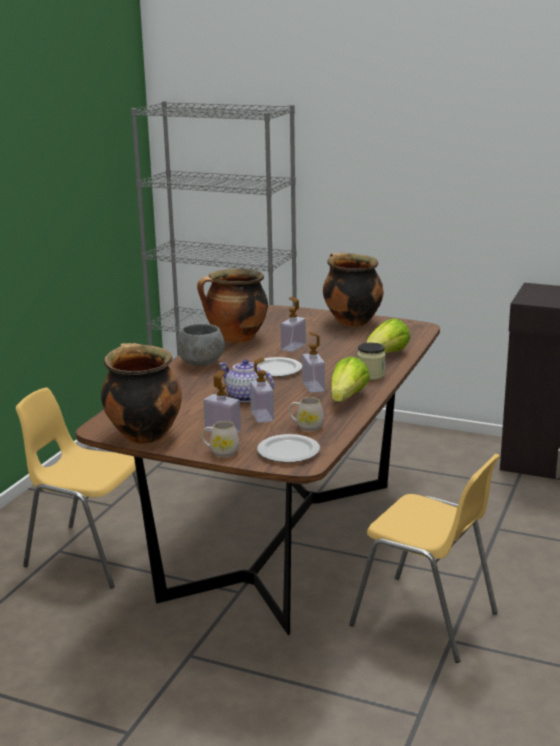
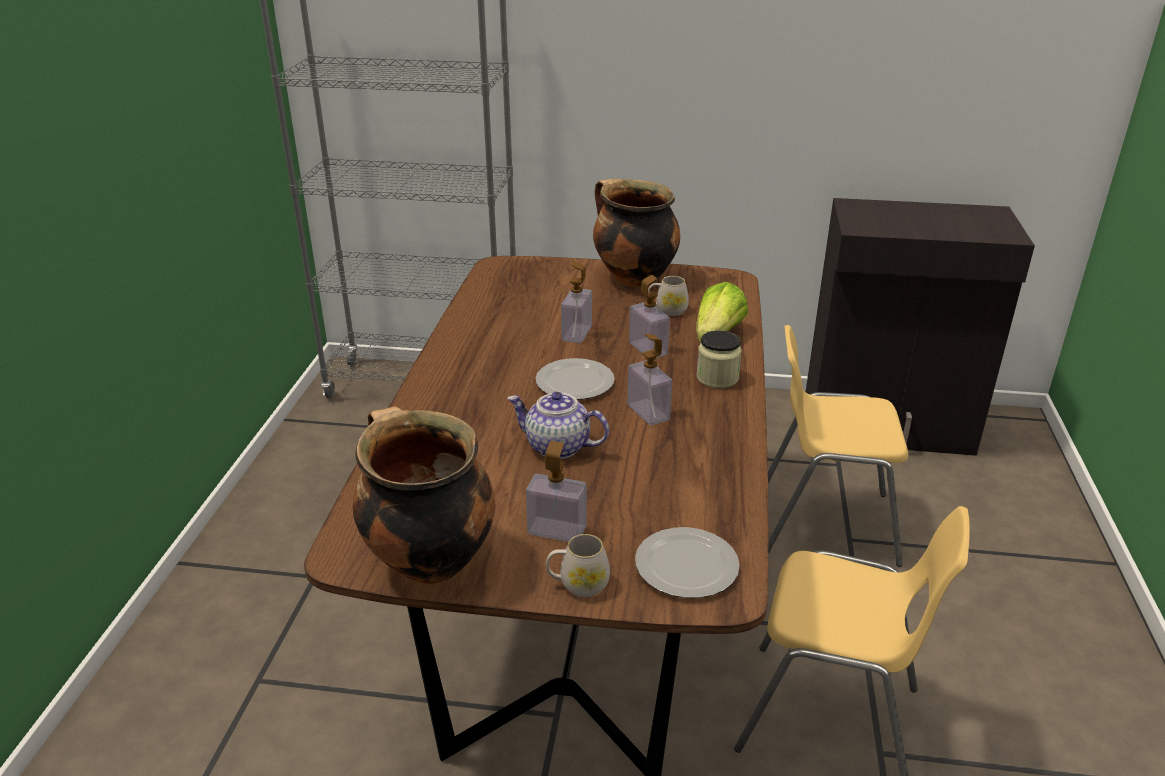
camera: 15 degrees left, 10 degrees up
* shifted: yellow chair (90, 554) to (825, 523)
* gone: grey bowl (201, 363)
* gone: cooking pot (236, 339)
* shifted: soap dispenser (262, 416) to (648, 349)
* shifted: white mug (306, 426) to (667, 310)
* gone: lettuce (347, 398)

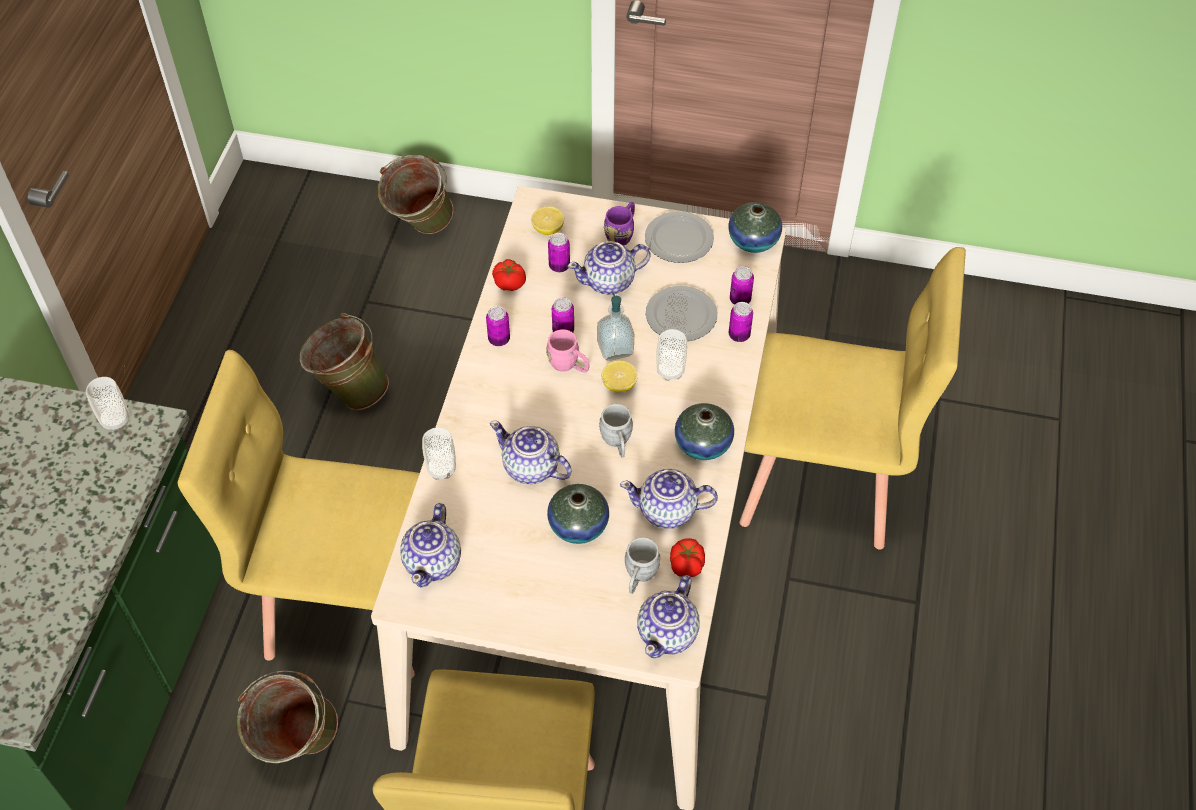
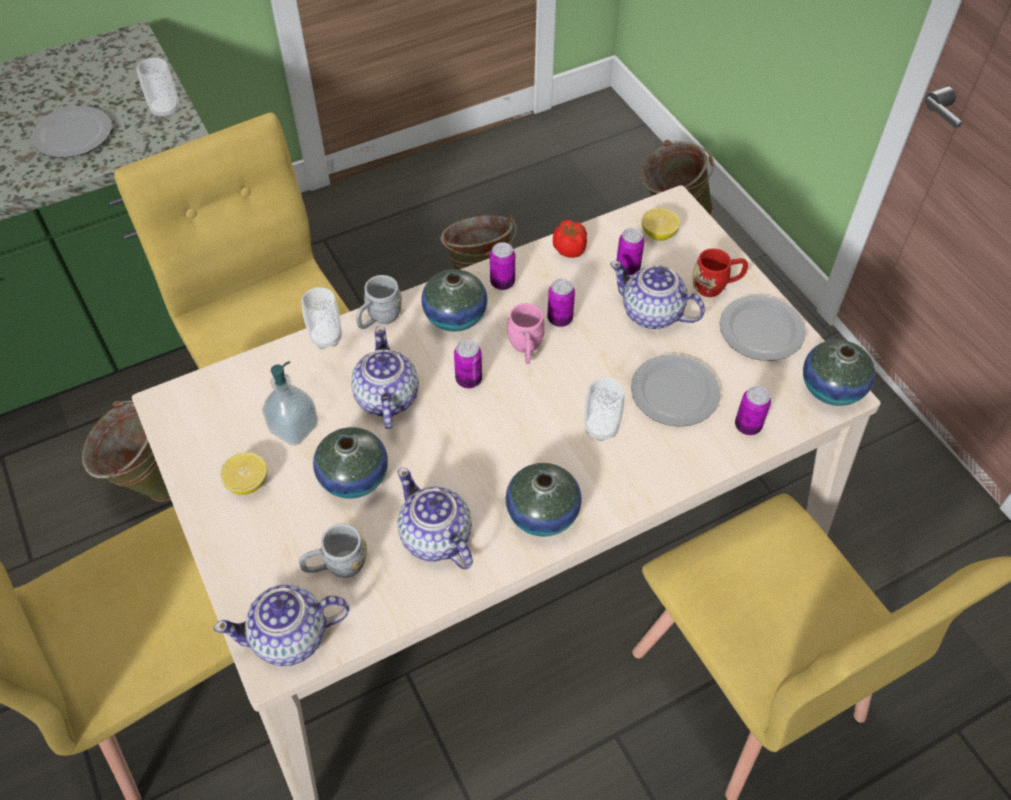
camera: 50 degrees right, 0 degrees up
* gone: teapot (433, 561)
* shifted: soap dispenser (615, 348) to (294, 427)
* shifted: grey mug (617, 443) to (379, 319)
* shifted: lemon (619, 385) to (248, 483)
* repainted: purple mug (622, 233) to red mug (716, 286)
* gone: tomato (686, 566)
* shifted: can (739, 335) to (468, 380)
* new: plate (72, 135)
* new: vase (455, 316)

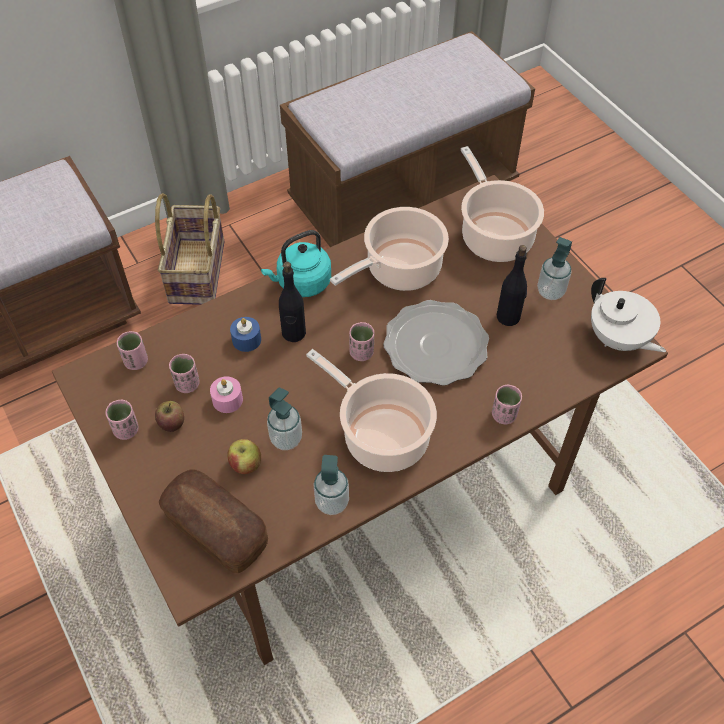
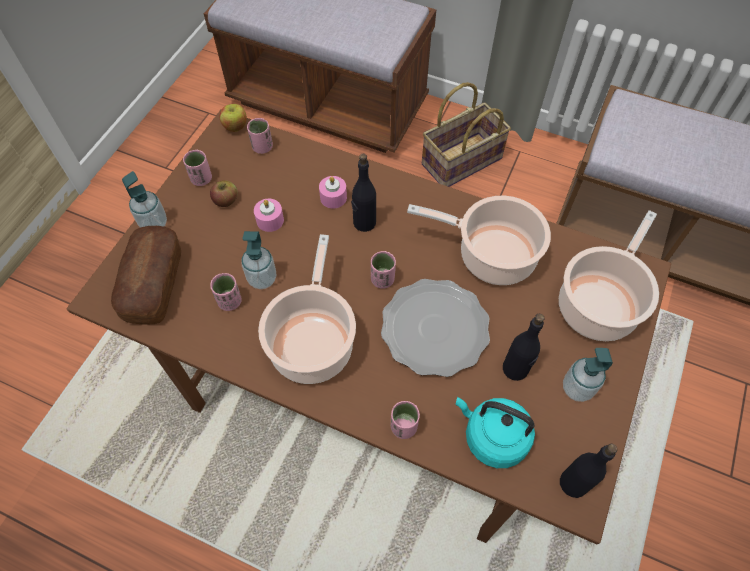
camera: 55 degrees right, 5 degrees up
* shifted: pink cup (187, 384) to (230, 301)
* shifted: apple (245, 465) to (235, 126)
* repainted: blue candle (246, 340) to pink candle (333, 197)
* shifted: turquoise kettle (301, 283) to (492, 437)
* shifted: soap dispenser (332, 502) to (154, 224)
* swapped: white teapot (618, 339) to black bottle (573, 482)

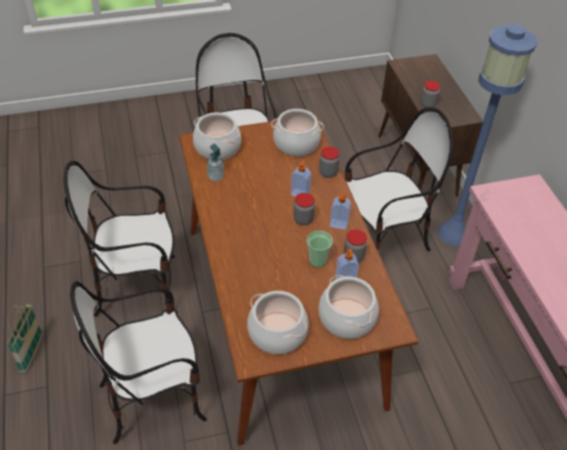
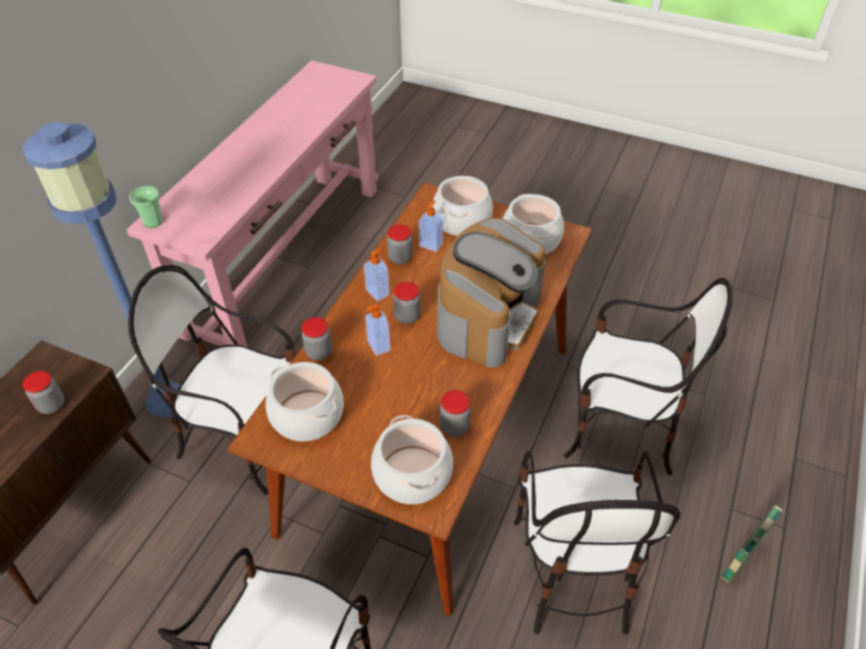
camera: 140 degrees left, 0 degrees up
* rotated: chair (138, 287) = (571, 571) 60 degrees clockwise
* swapped: soap dispenser (215, 177) to jar (454, 427)
* shifted: cup (317, 260) to (153, 221)
* new: coffee machine (487, 317)

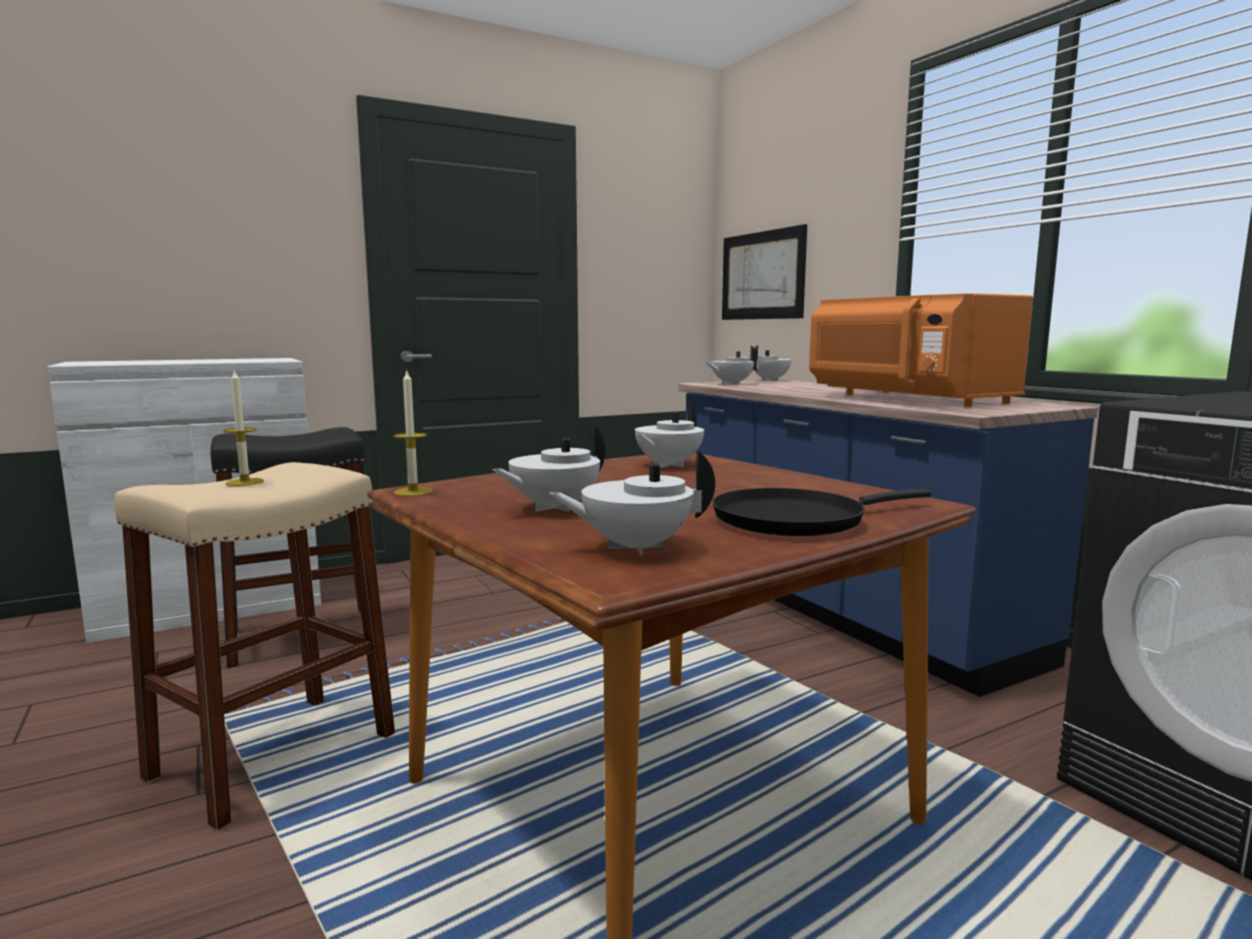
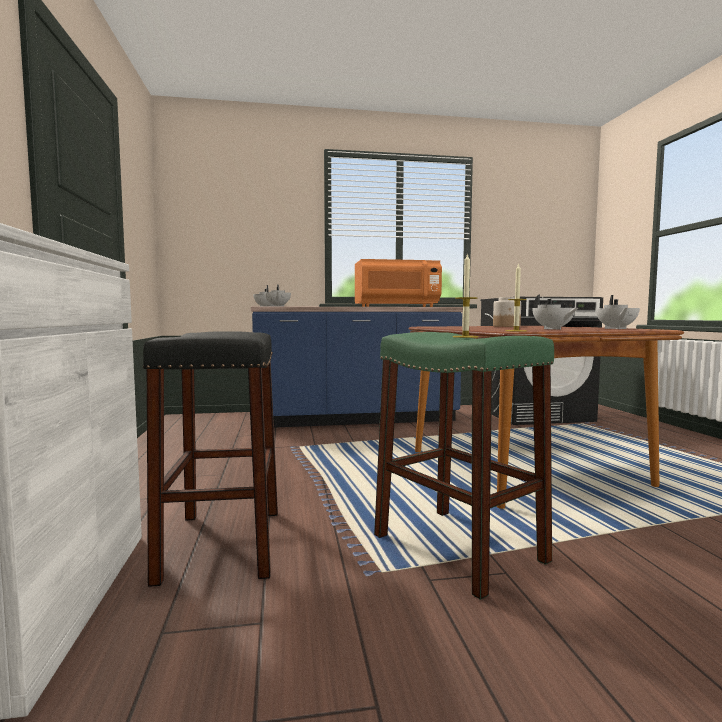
camera: 70 degrees left, 5 degrees down
* repainted: beige stool (273, 755) to green stool (458, 548)
* gone: white teapot (667, 465)
* gone: picture (762, 275)
* new: jar (506, 326)

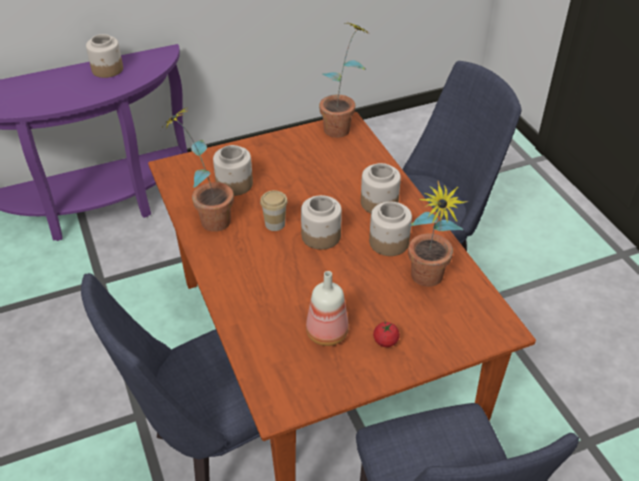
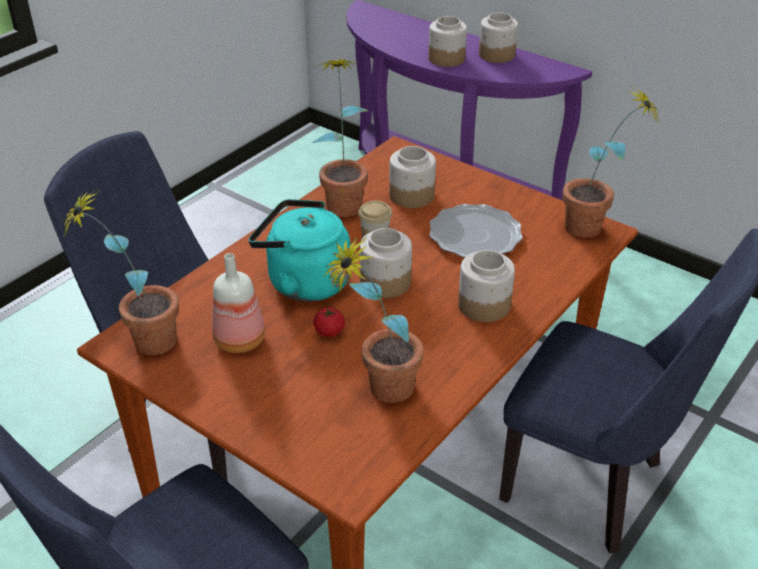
camera: 60 degrees right, 5 degrees down
* shifted: jar (388, 242) to (446, 58)
* shifted: tomato (385, 341) to (329, 331)
* new: potted plant (141, 342)
* new: turquoise kettle (304, 282)
* new: plate (475, 235)

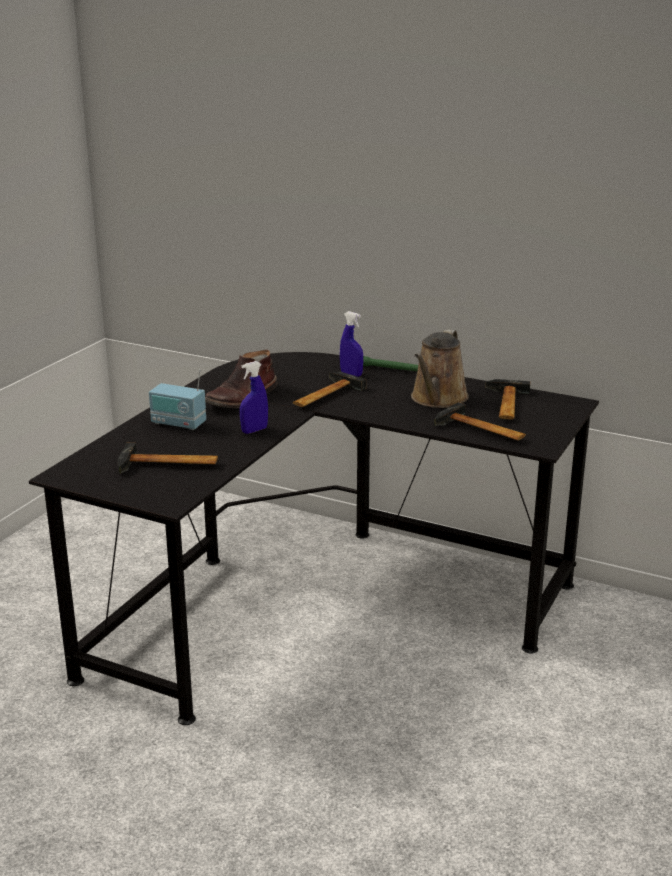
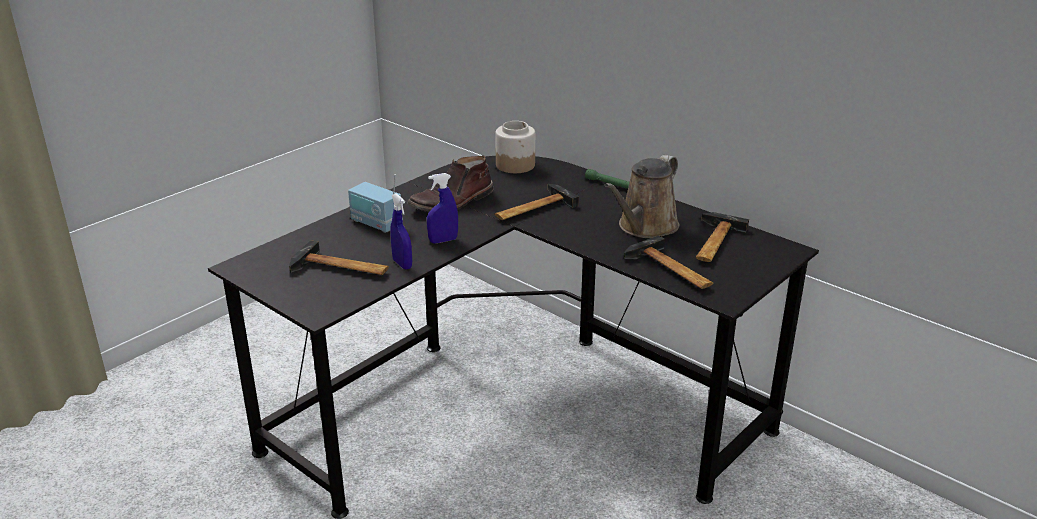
camera: 15 degrees right, 5 degrees up
* shifted: blue spray bottle (351, 374) to (402, 264)
* new: jar (515, 165)

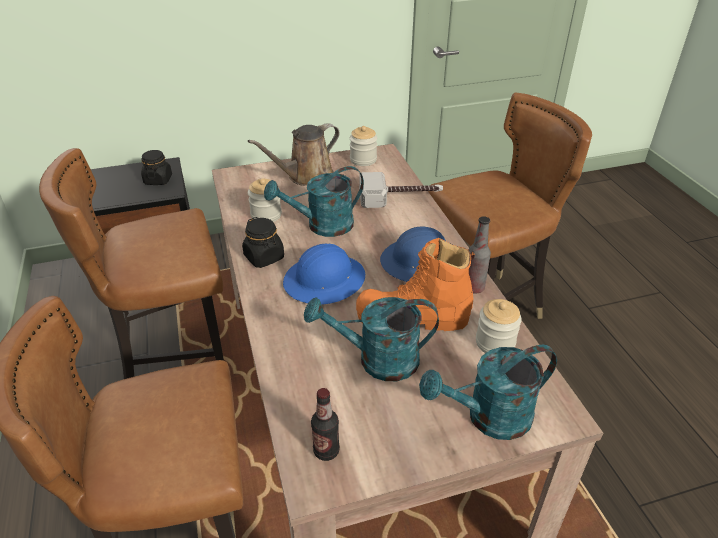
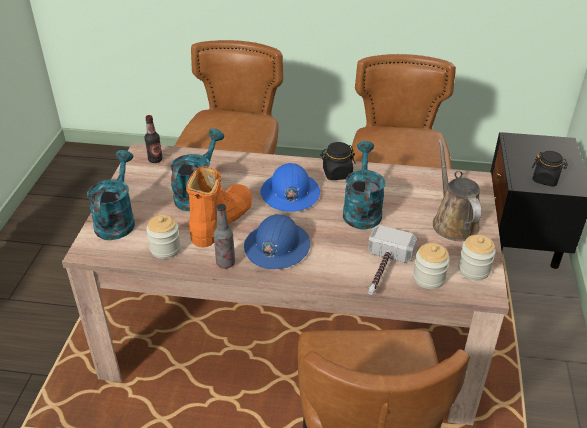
camera: 115 degrees right, 0 degrees up
* shifted: jar (266, 215) to (429, 278)

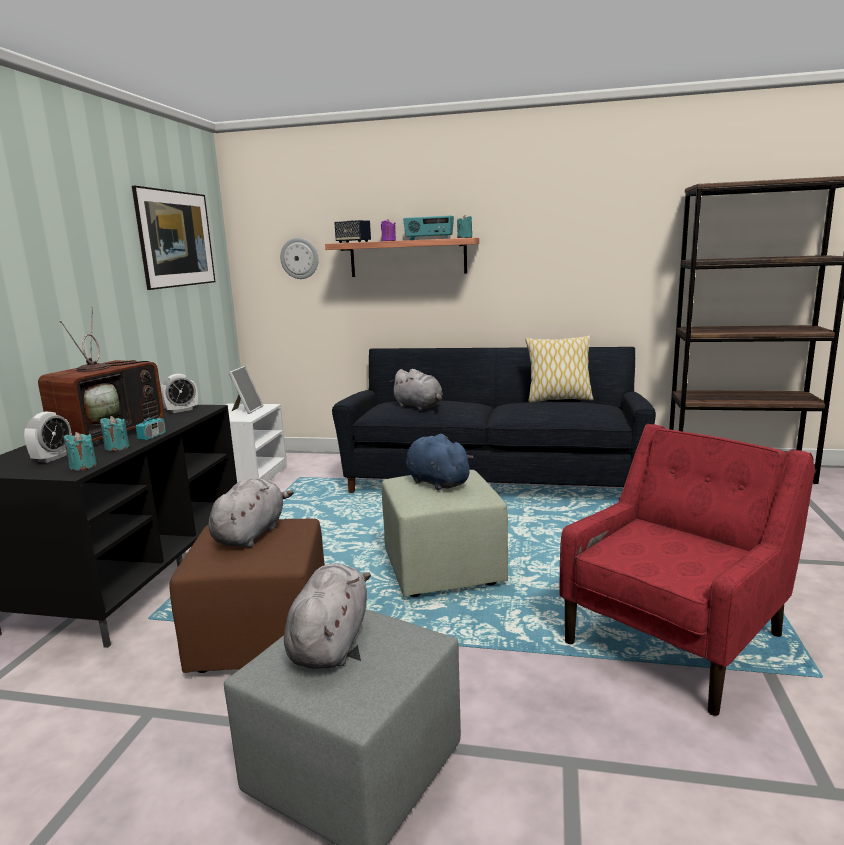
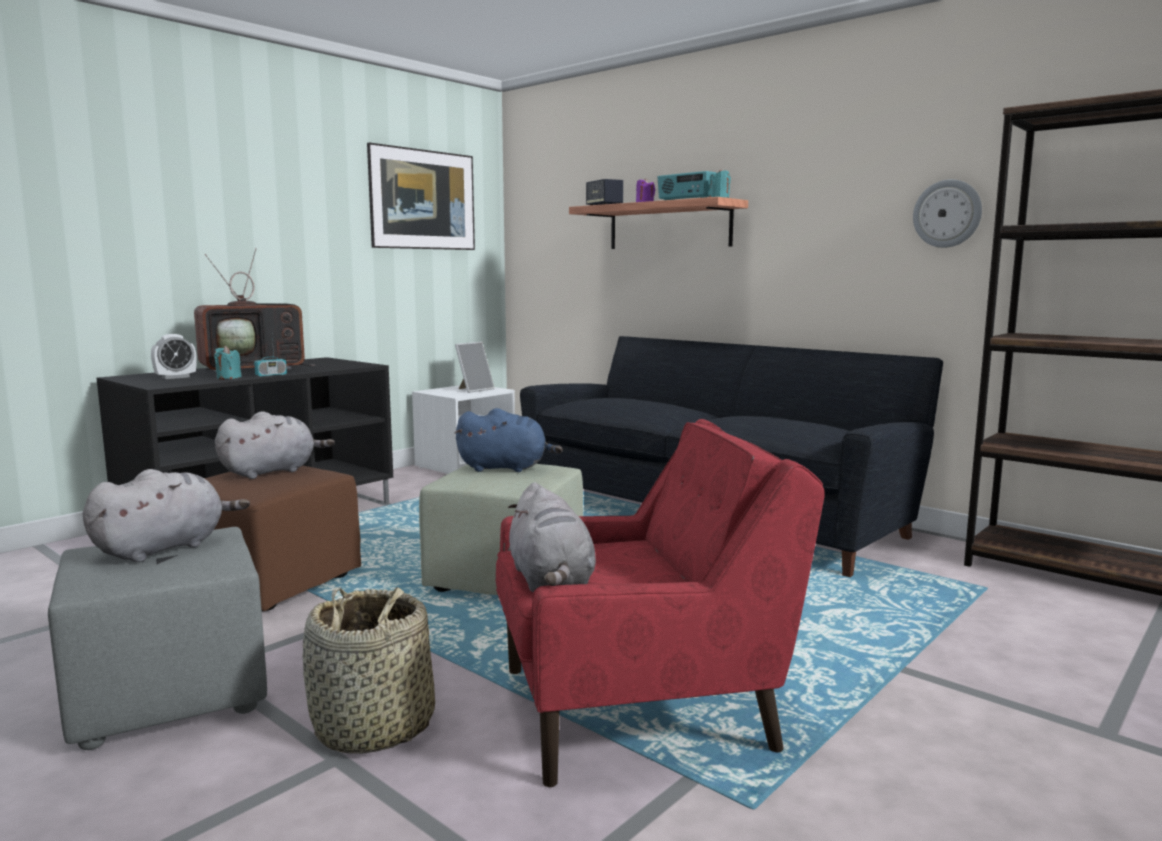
camera: 30 degrees right, 5 degrees down
* gone: turquoise candle (83, 466)
* gone: alarm clock (181, 410)
* shifted: wall clock (299, 258) to (947, 213)
* shifted: grey plush toy (419, 406) to (551, 581)
* rotated: blue plush toy (436, 482) = (506, 468) 105 degrees clockwise
* gone: pillow (558, 399)
* new: basket (374, 728)

